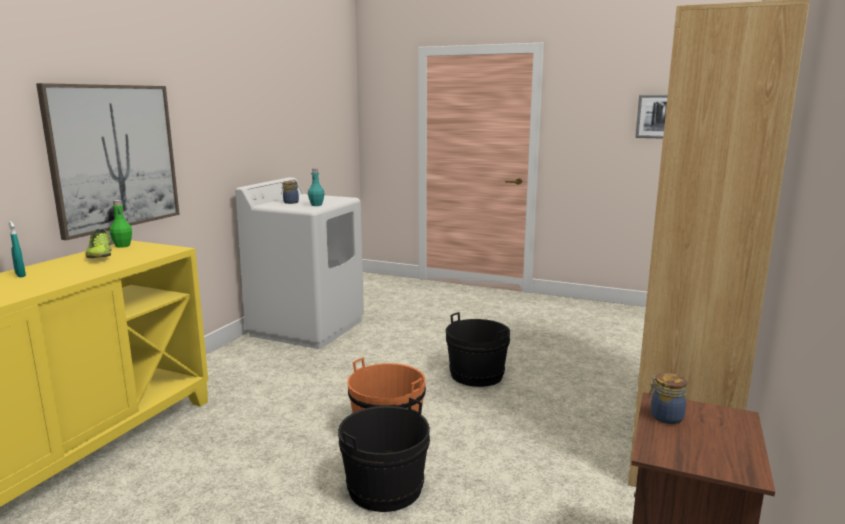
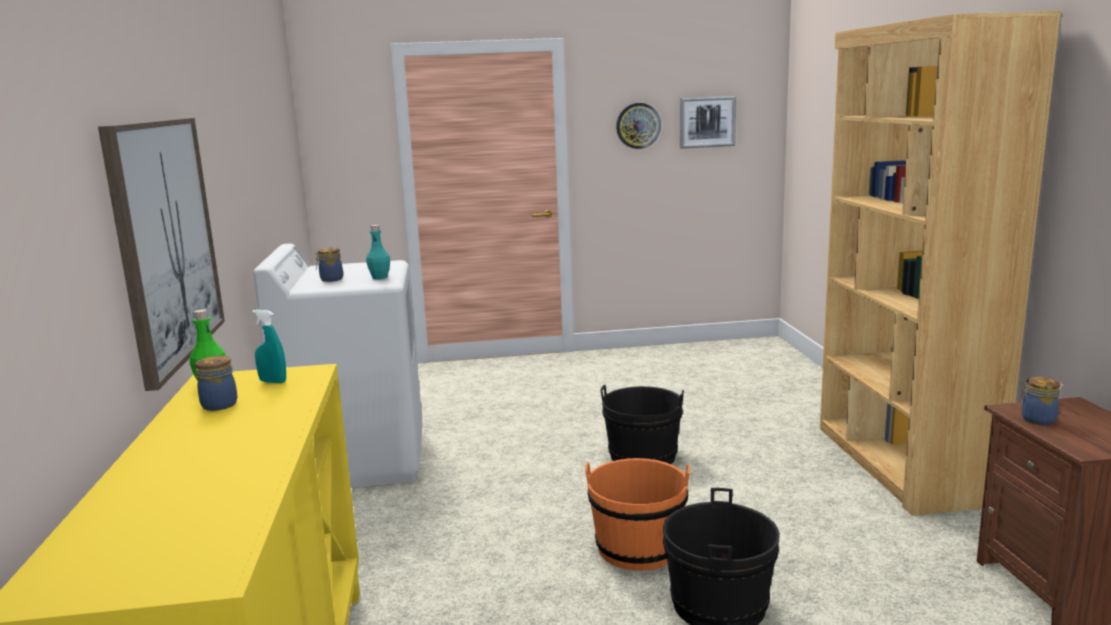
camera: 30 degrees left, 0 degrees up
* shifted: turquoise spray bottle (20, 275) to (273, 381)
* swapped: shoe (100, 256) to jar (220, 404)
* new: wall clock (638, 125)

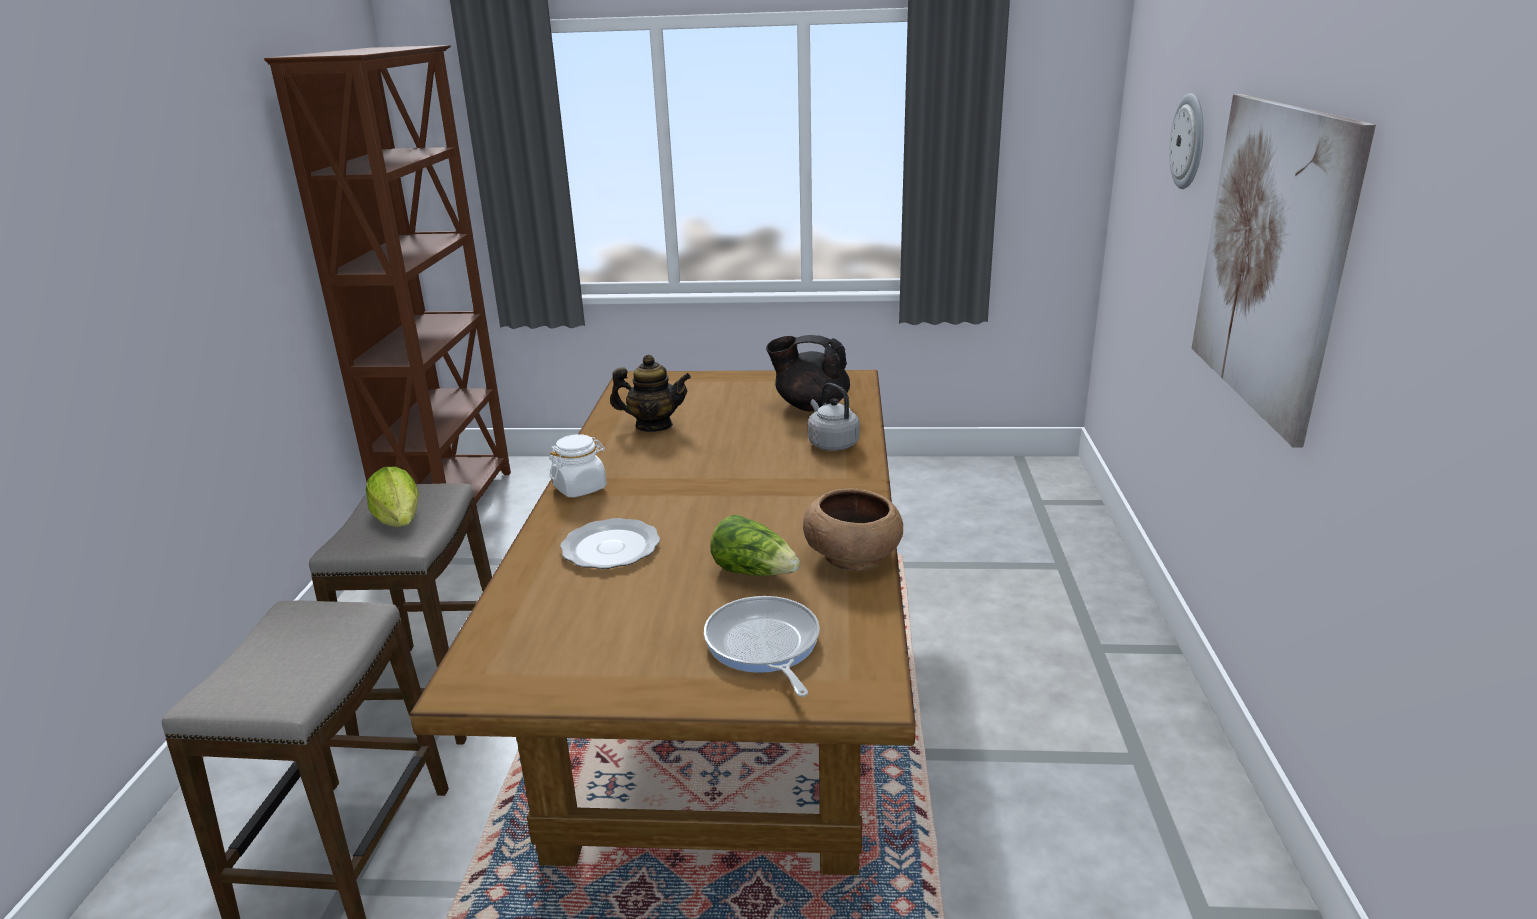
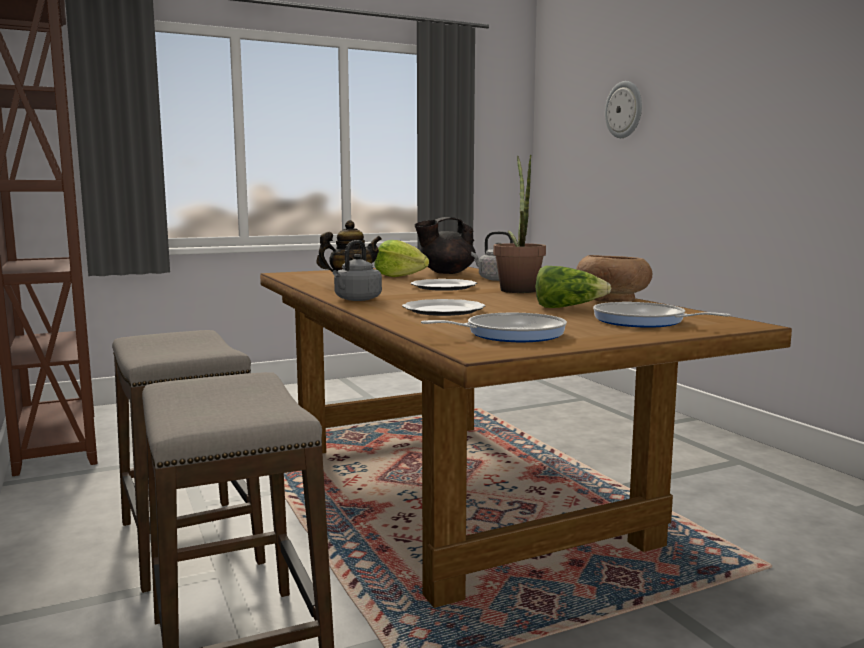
camera: 30 degrees left, 15 degrees down
* shifted: lettuce (400, 521) to (400, 276)
* swapped: white jar (580, 488) to grey kettle (356, 299)
* gone: picture (1270, 258)
* new: plate (442, 287)
* new: frying pan (509, 334)
* new: potted plant (518, 289)

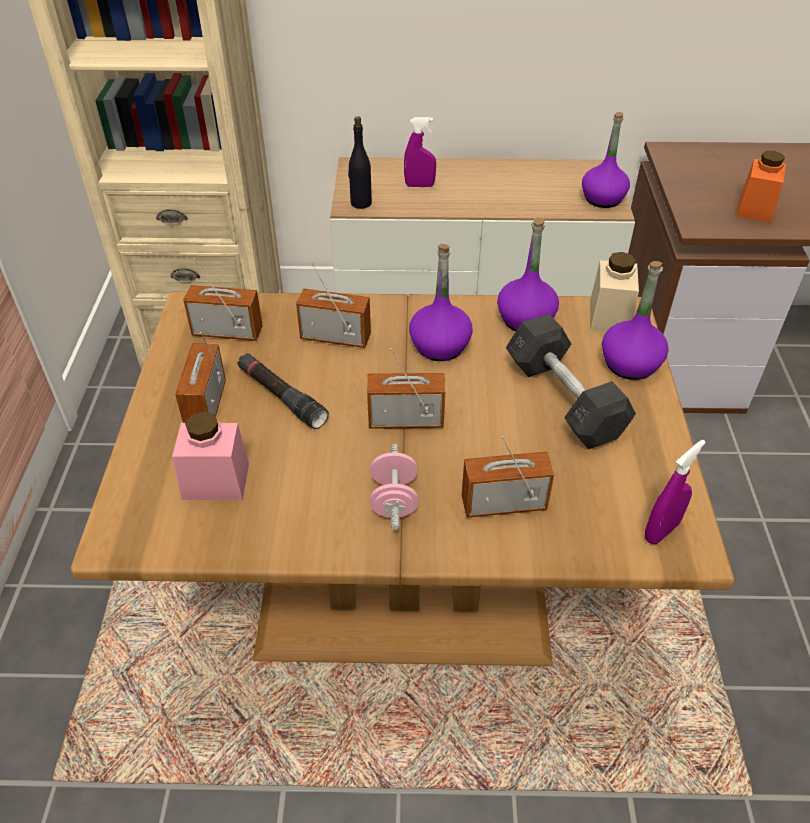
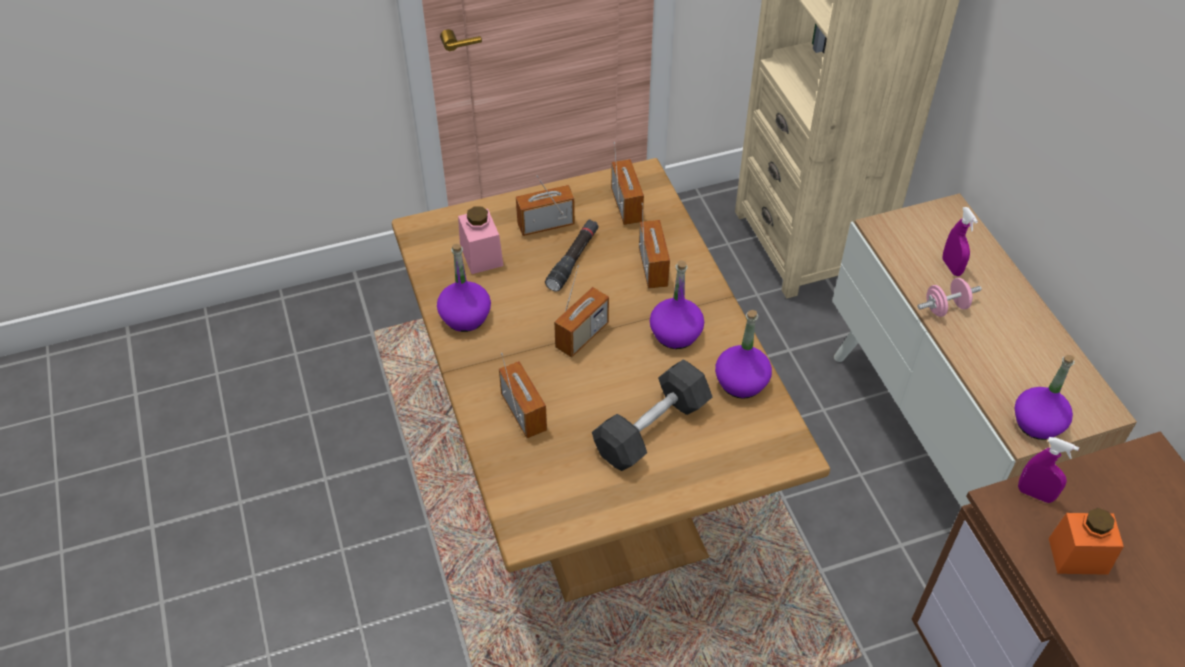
camera: 70 degrees right, 5 degrees up
* gone: black bottle (360, 203)
* rotated: radio (406, 420) = (582, 336) 60 degrees clockwise
* shifted: pink dumbbell (394, 500) to (945, 307)
* gone: beige jar (609, 316)
* shifted: purple bottle (629, 364) to (465, 317)
* shifted: purple spray bottle (661, 531) to (1035, 494)

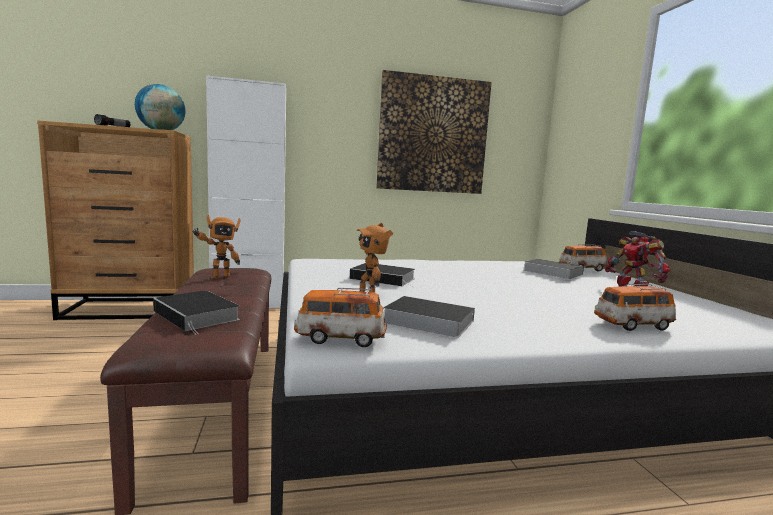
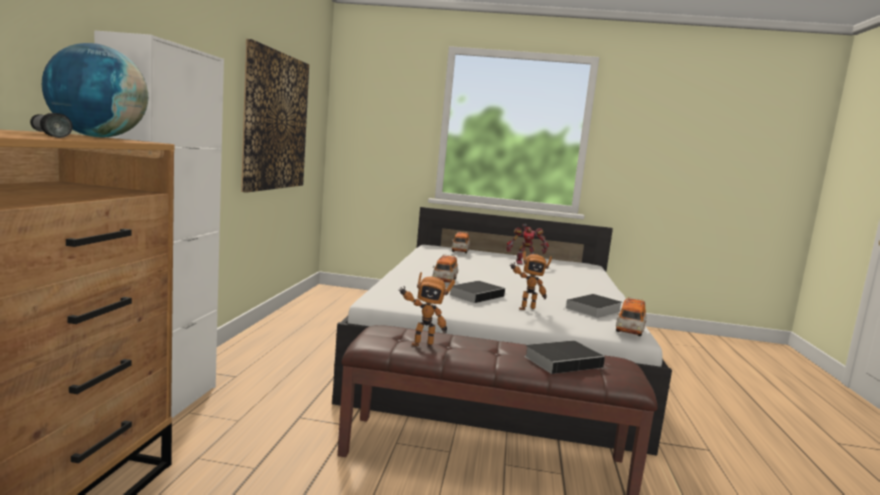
camera: 70 degrees left, 0 degrees up
* rotated: toy robot (218, 277) = (421, 343) 105 degrees clockwise
* gone: book (550, 272)
* shifted: toy car (632, 325) to (444, 280)

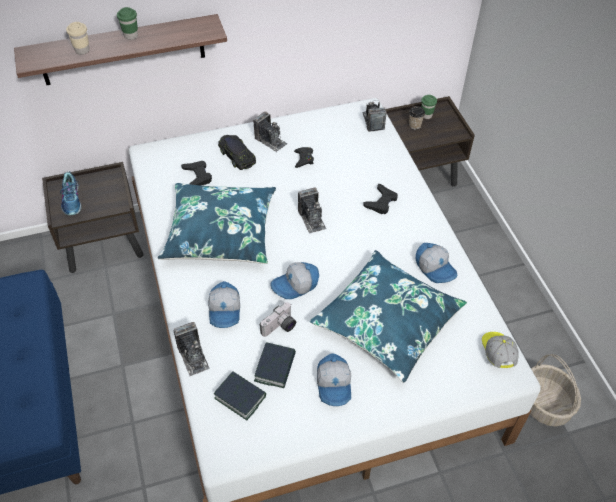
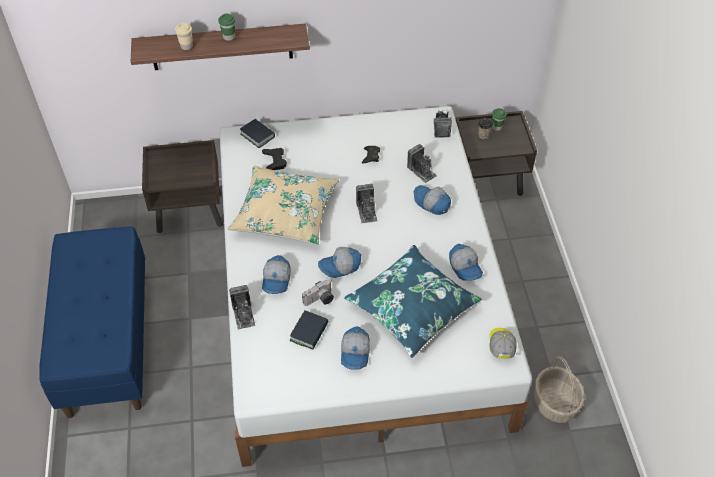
camera: 10 degrees right, 0 degrees up
* gone: shoe (72, 200)
* repainted: blue pillow (220, 232) to beige pillow (285, 213)
* shifted: book (240, 397) to (257, 135)
* gone: black toy car (236, 155)
* shifted: photo camera (270, 141) to (421, 171)
* swapped: black game controller (381, 202) to cap (431, 203)

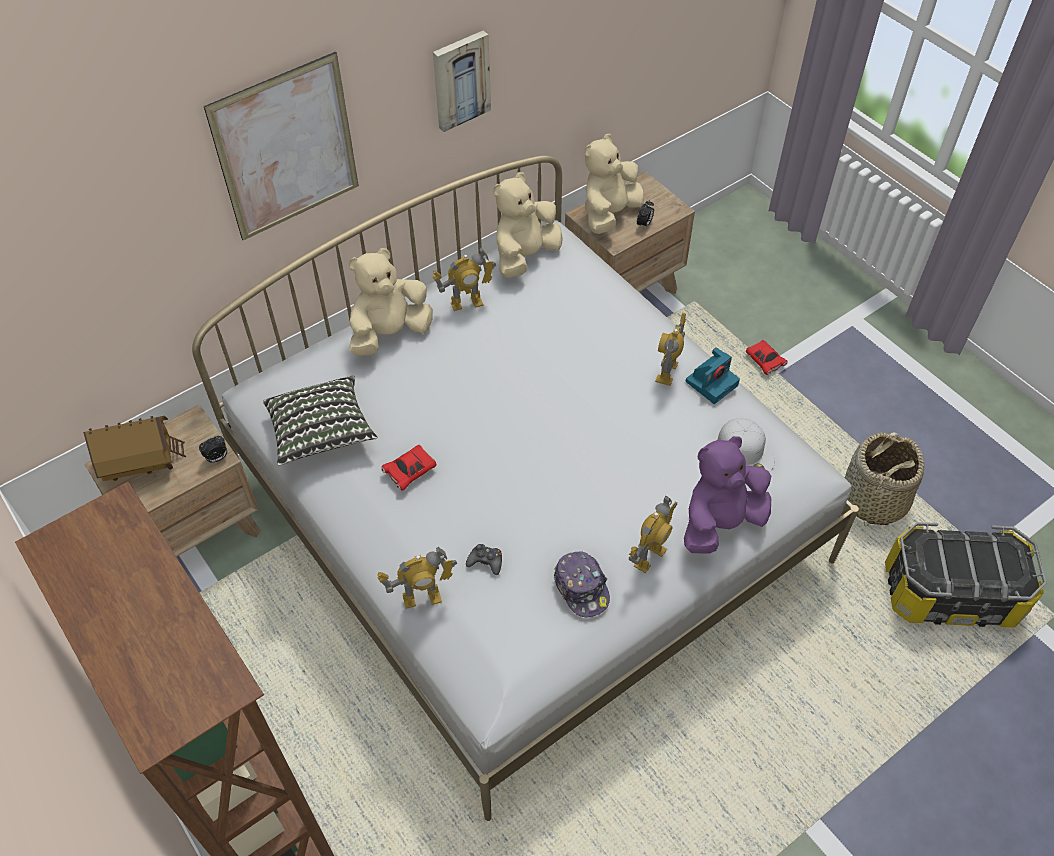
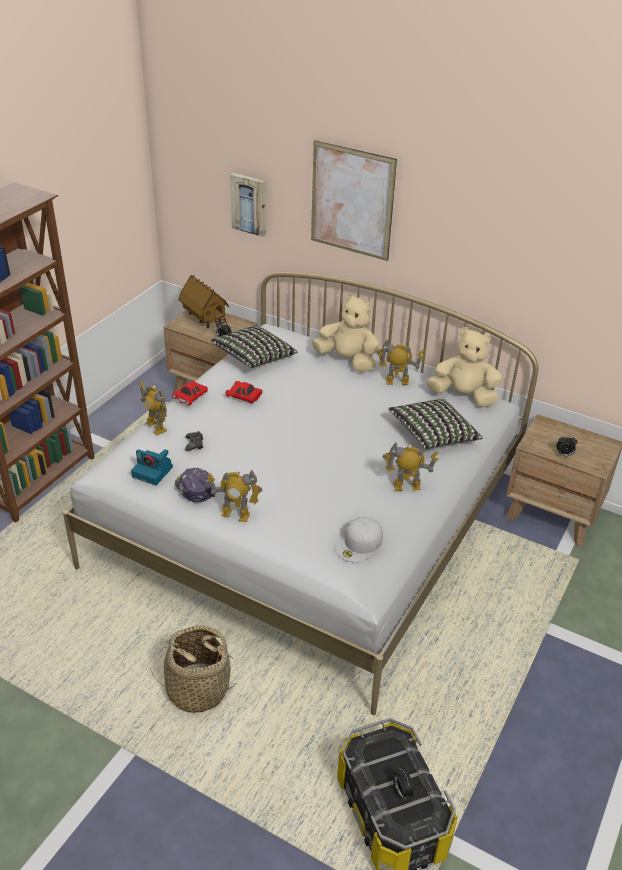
camera: 65 degrees right, 15 degrees down
* rotated: toy robot (466, 303) = (397, 382) 135 degrees clockwise
* shifted: picture (460, 80) to (249, 204)
* rotated: cap (581, 588) = (194, 489) 105 degrees clockwise
* gone: beige plush toy (609, 214)
* gone: purple plush toy (720, 522)
* shifted: photo camera (712, 382) to (153, 472)
* shifted: red toy car (764, 361) to (190, 398)
* shifted: basket (873, 500) to (197, 689)
* new: pillow (432, 435)
* new: alarm clock (402, 791)

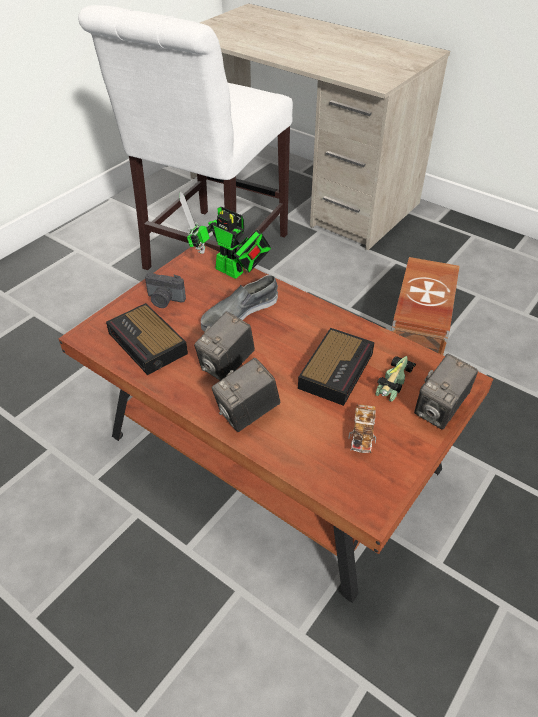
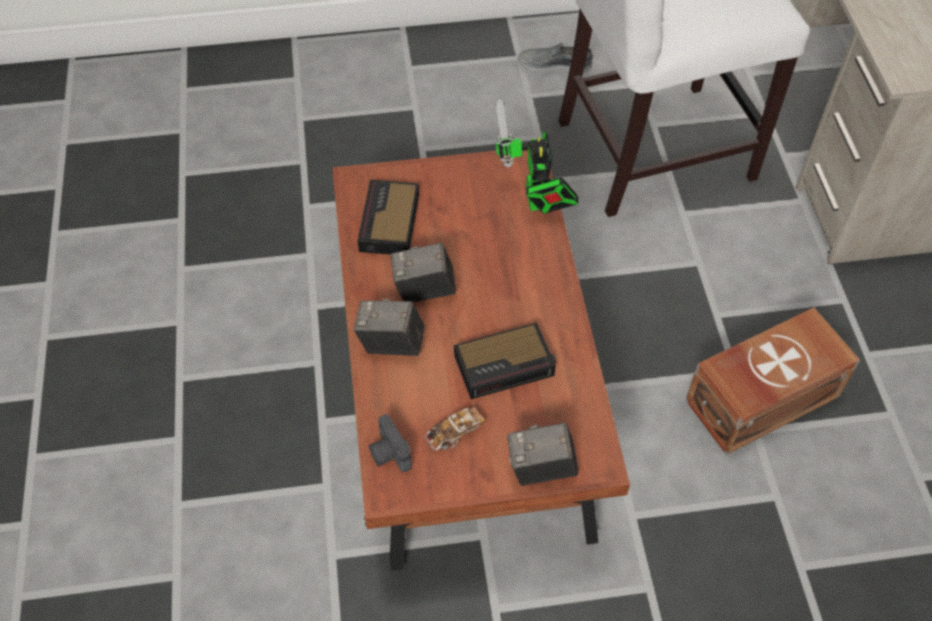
camera: 45 degrees right, 10 degrees up
* shifted: photo camera (164, 300) to (388, 454)
* shifted: grey shoe (239, 313) to (554, 64)
* gone: toy car (394, 380)

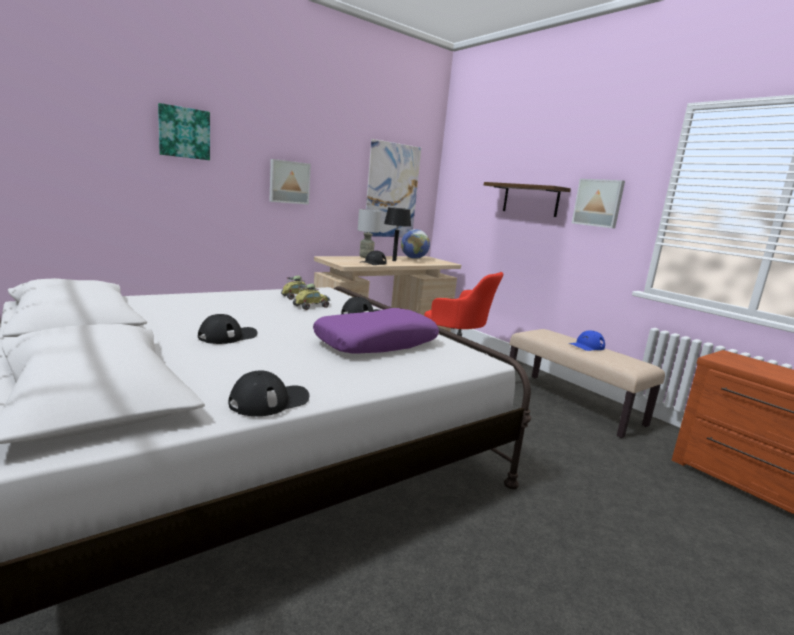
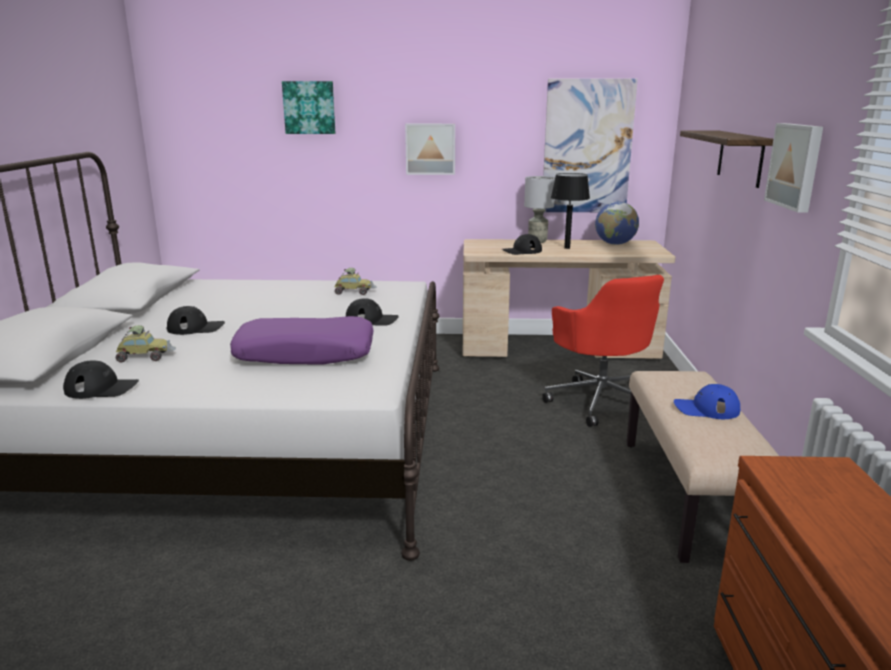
camera: 40 degrees right, 5 degrees up
* shifted: toy car (311, 306) to (145, 356)

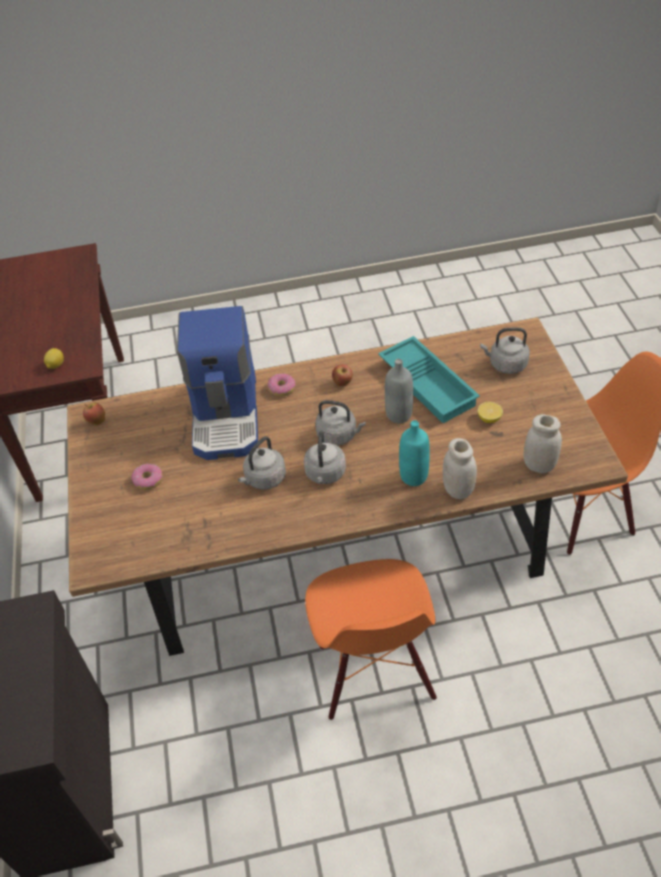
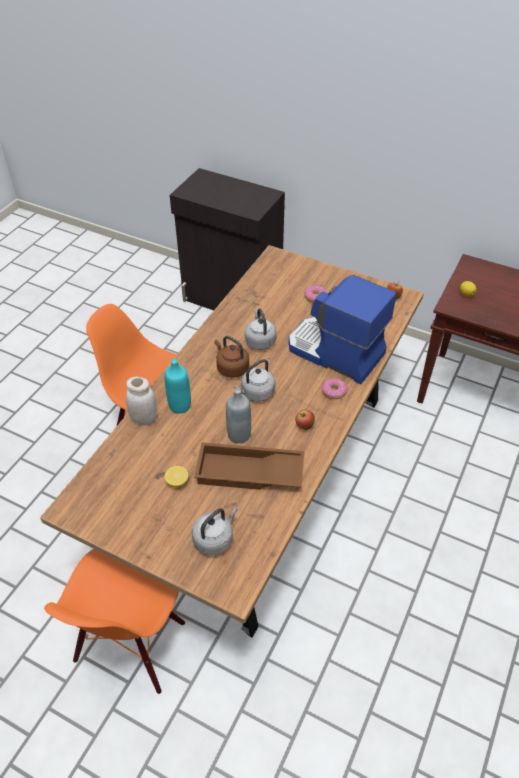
camera: 125 degrees right, 0 degrees up
* repainted: grey kettle (325, 474) to brown kettle (231, 368)
* repainted: turquoise tray (429, 384) to brown tray (249, 473)
* gone: white jar (539, 465)

